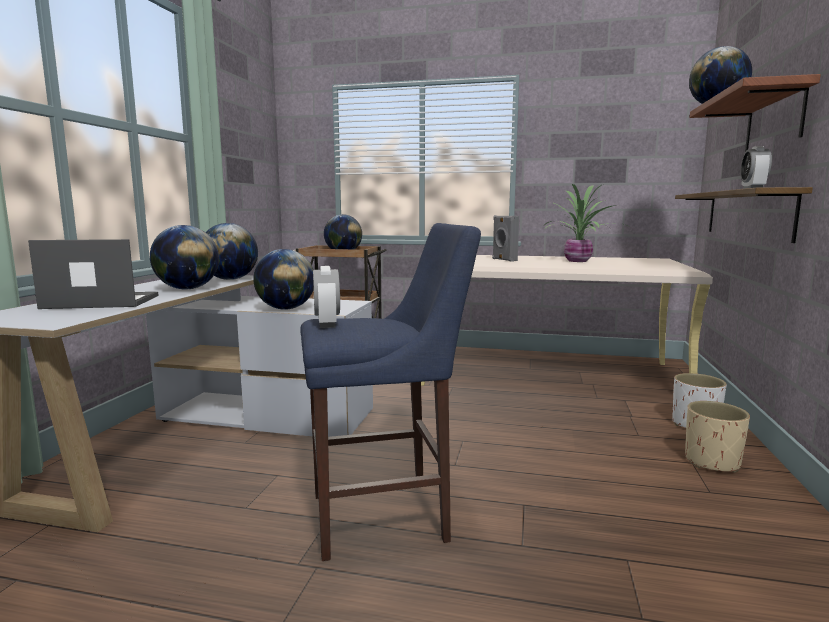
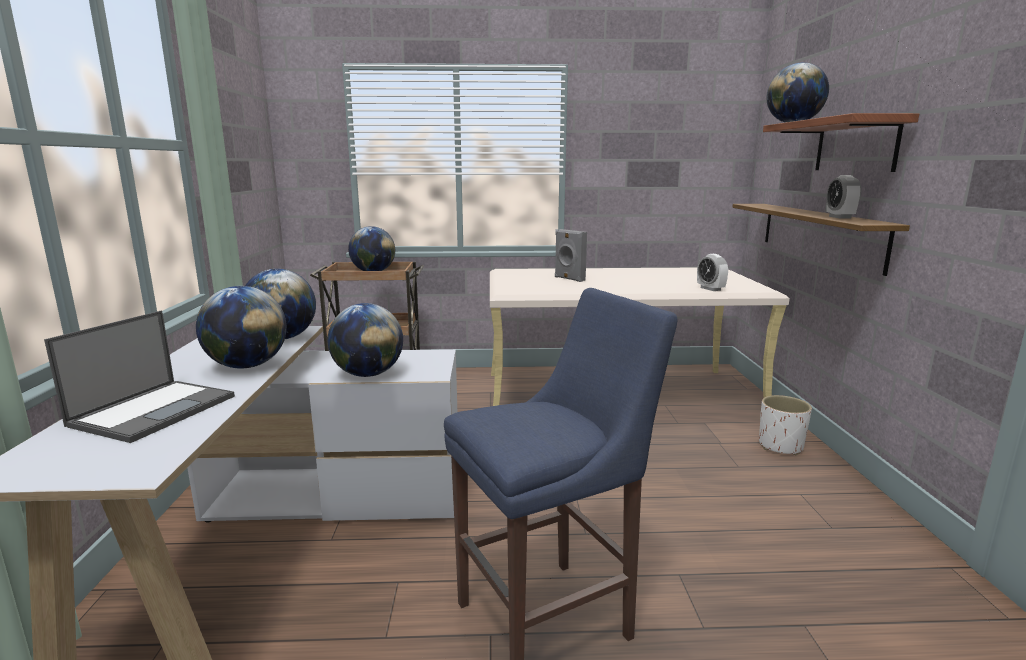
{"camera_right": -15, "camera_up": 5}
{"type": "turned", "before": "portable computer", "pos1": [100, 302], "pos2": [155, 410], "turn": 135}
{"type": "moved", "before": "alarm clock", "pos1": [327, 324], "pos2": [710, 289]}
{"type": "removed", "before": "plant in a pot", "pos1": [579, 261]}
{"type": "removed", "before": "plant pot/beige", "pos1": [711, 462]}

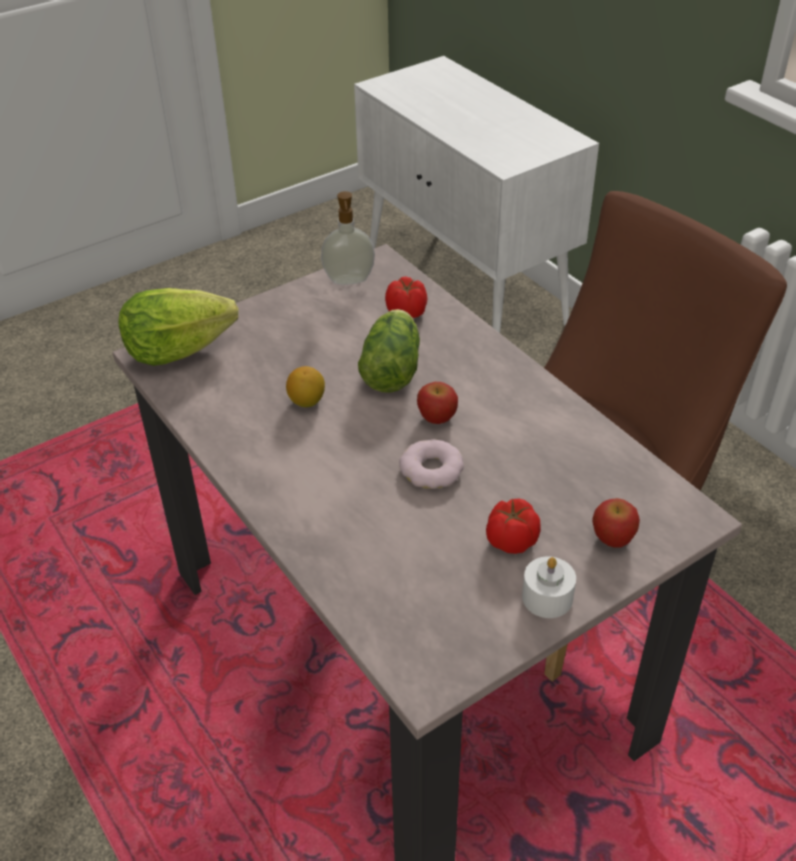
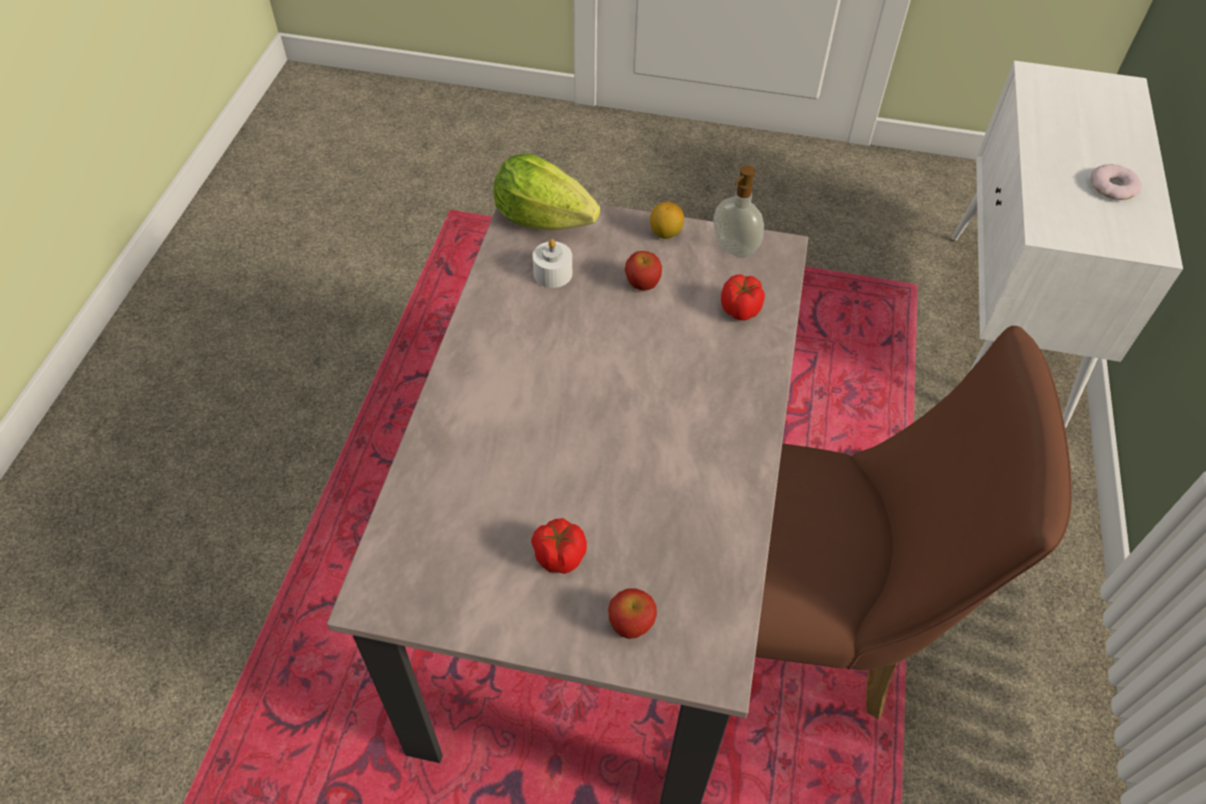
{"camera_right": 45, "camera_up": 10}
{"type": "moved", "before": "candle/white-coloured", "pos1": [547, 597], "pos2": [553, 273]}
{"type": "moved", "before": "whole apple", "pos1": [437, 418], "pos2": [642, 283]}
{"type": "moved", "before": "lemon", "pos1": [307, 401], "pos2": [665, 233]}
{"type": "moved", "before": "ring doughnut", "pos1": [432, 470], "pos2": [1113, 187]}
{"type": "removed", "before": "lettuce", "pos1": [392, 367]}

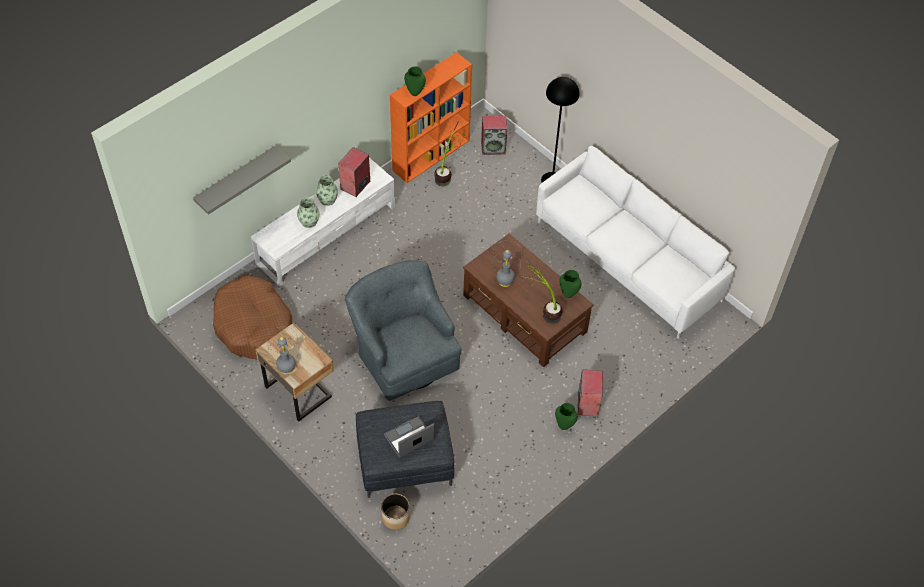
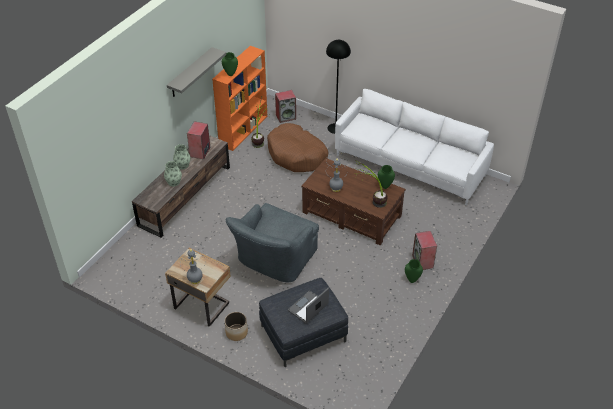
{"camera_right": -15, "camera_up": -10}
{"type": "recoloured", "before": "media console/white-coloured", "after": "media console/brown", "pos1": [327, 234], "pos2": [185, 195]}
{"type": "moved", "before": "shelf/grey", "pos1": [236, 179], "pos2": [190, 73]}
{"type": "moved", "before": "plant pot", "pos1": [395, 517], "pos2": [236, 332]}
{"type": "turned", "before": "lounge chair/grey", "pos1": [404, 353], "pos2": [273, 260], "turn": -105}
{"type": "moved", "before": "dog cushion/brown", "pos1": [254, 325], "pos2": [297, 155]}

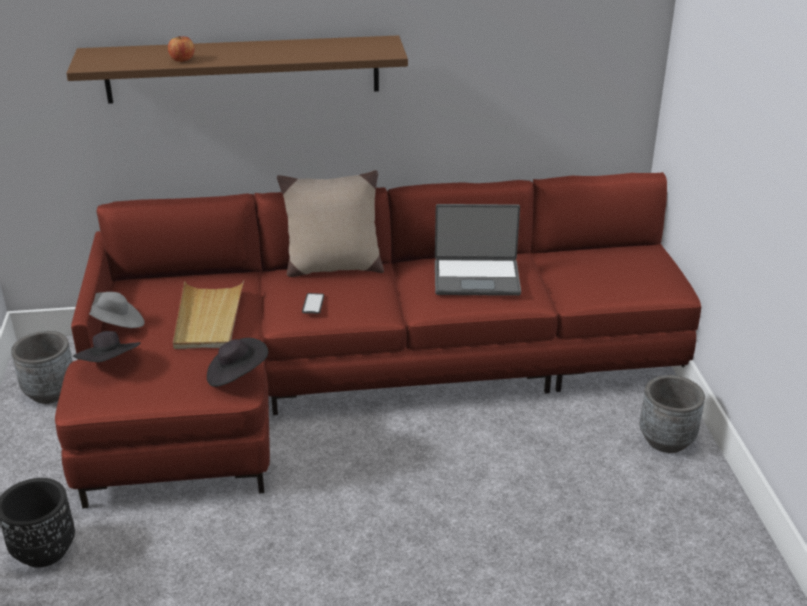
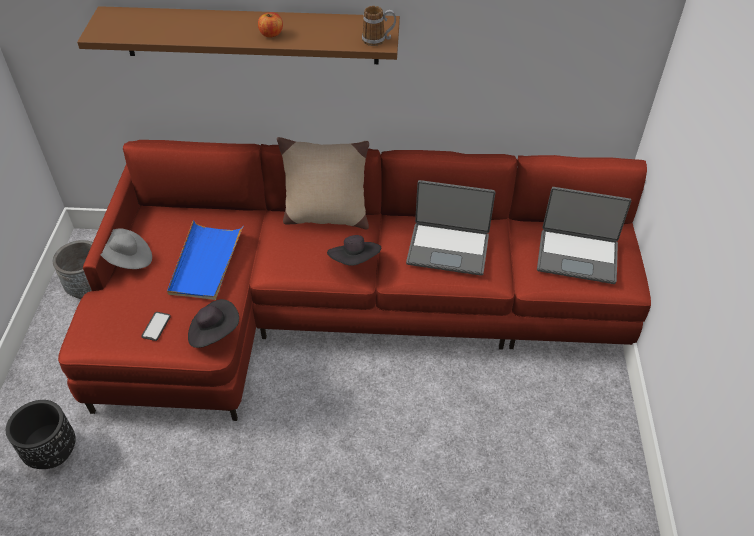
{"camera_right": 10, "camera_up": 15}
{"type": "moved", "before": "telephone", "pos1": [313, 304], "pos2": [156, 326]}
{"type": "recoloured", "before": "serving tray/beige", "after": "serving tray/blue-coloured", "pos1": [208, 318], "pos2": [206, 263]}
{"type": "moved", "before": "whole apple", "pos1": [182, 59], "pos2": [271, 34]}
{"type": "moved", "before": "wearable hat/black", "pos1": [110, 365], "pos2": [355, 261]}
{"type": "added", "after": "coffee mug", "pos2": [378, 40]}
{"type": "added", "after": "portable computer", "pos2": [577, 256]}
{"type": "removed", "before": "plant pot/grey", "pos1": [666, 440]}

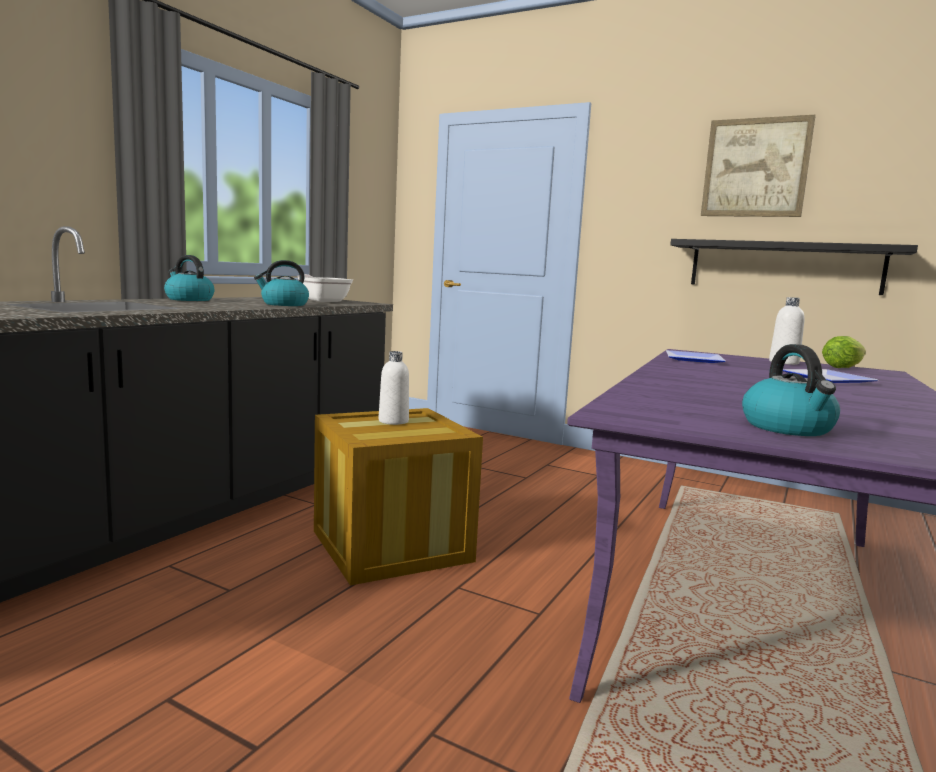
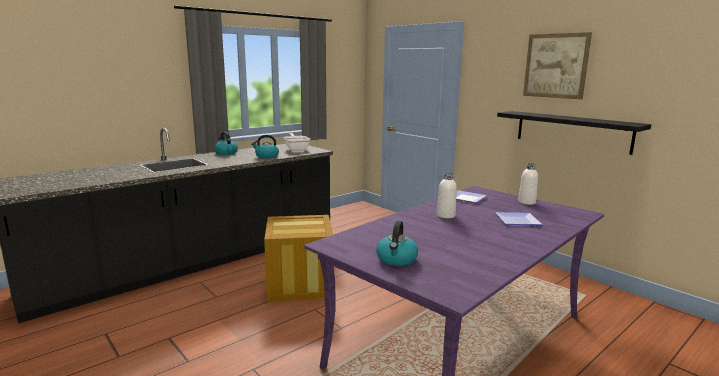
{"camera_right": 20, "camera_up": 5}
{"type": "moved", "before": "beverage bottle/white-coloured", "pos1": [393, 421], "pos2": [445, 215]}
{"type": "removed", "before": "lettuce", "pos1": [844, 367]}

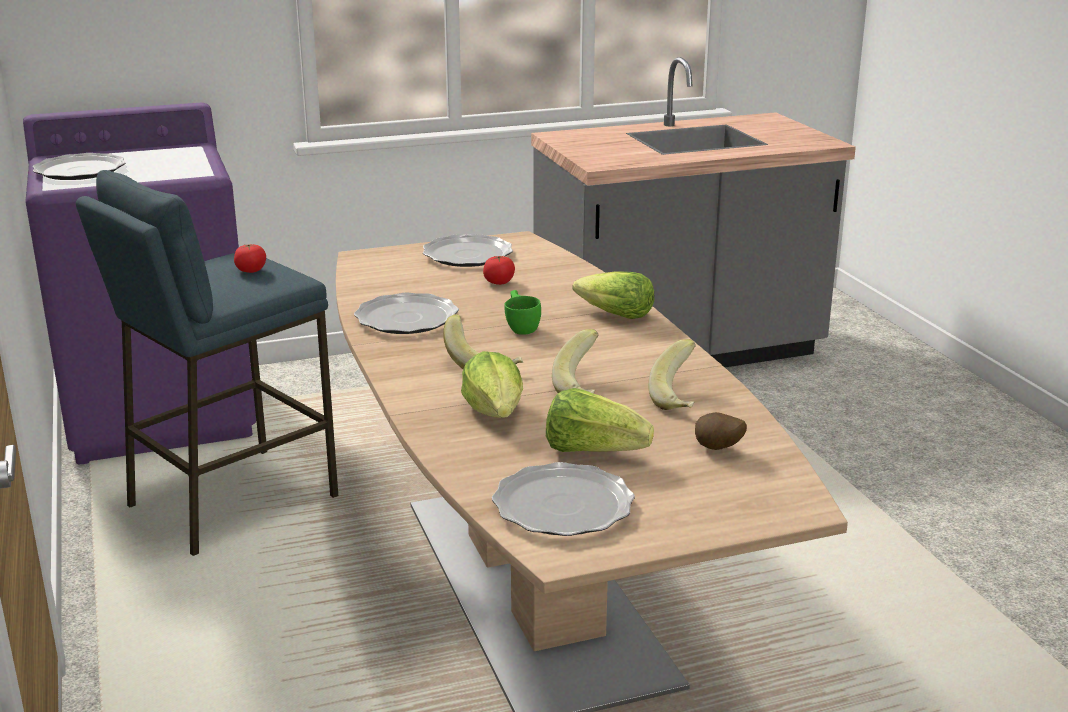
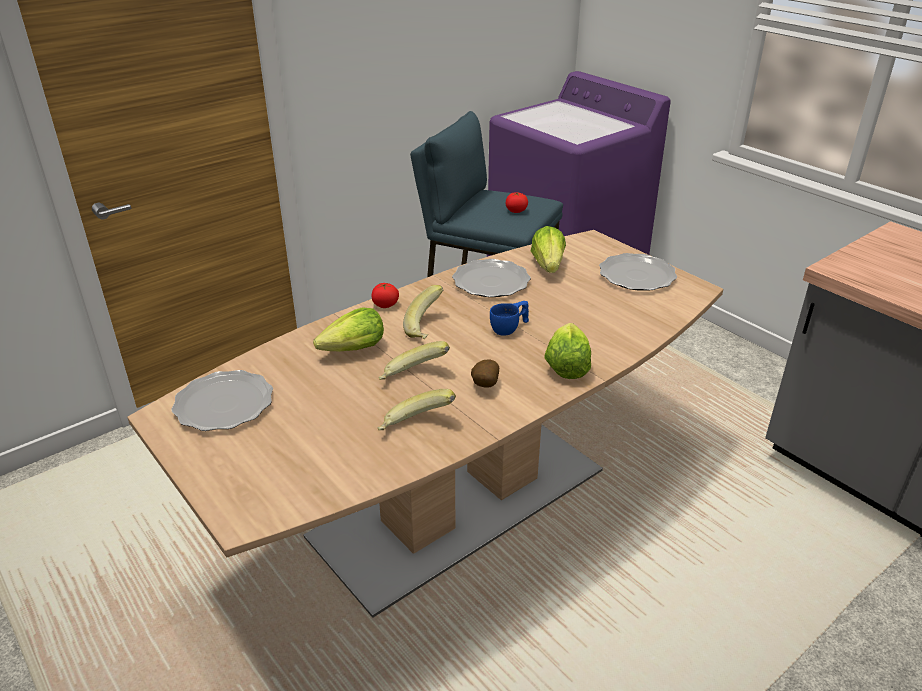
{"camera_right": 70, "camera_up": 10}
{"type": "moved", "before": "tomato", "pos1": [499, 282], "pos2": [385, 305]}
{"type": "moved", "before": "potato", "pos1": [717, 449], "pos2": [484, 386]}
{"type": "recoloured", "before": "small cup/green", "after": "small cup/blue-coloured", "pos1": [522, 326], "pos2": [510, 328]}
{"type": "moved", "before": "lettuce", "pos1": [592, 451], "pos2": [548, 265]}
{"type": "removed", "before": "dinner plate", "pos1": [79, 170]}

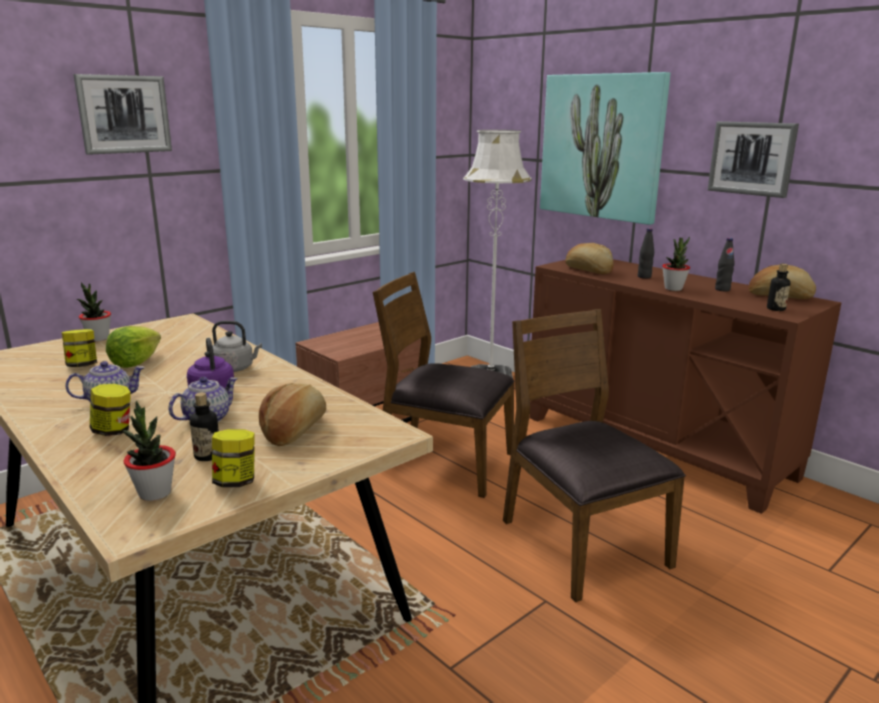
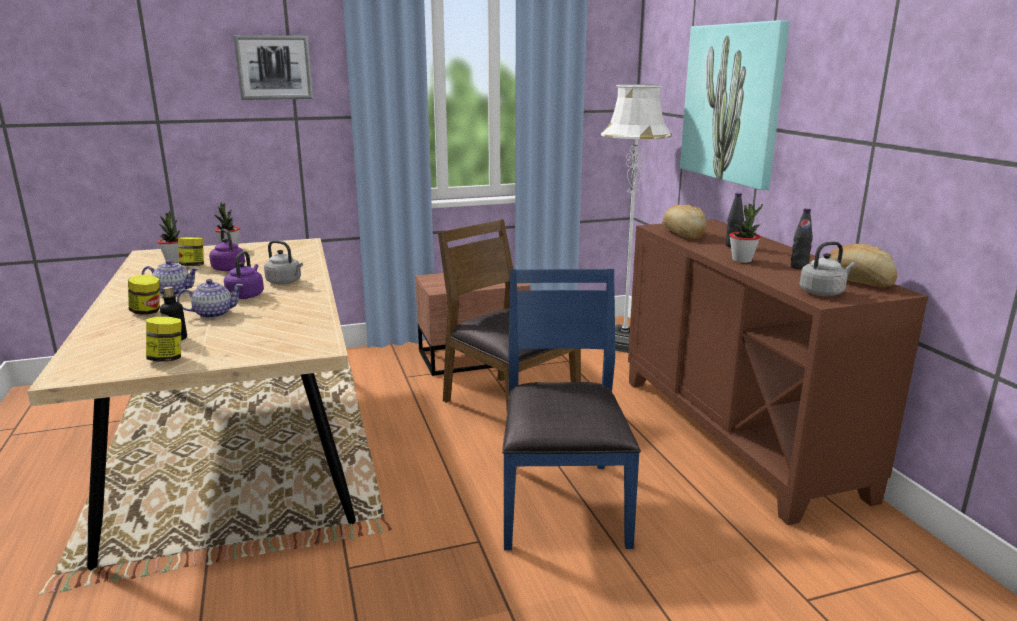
{"camera_right": 25, "camera_up": 0}
{"type": "moved", "before": "plant in a pot", "pos1": [154, 493], "pos2": [174, 261]}
{"type": "replaced", "before": "lettuce", "after": "kettle/purplish", "pos1": [135, 362], "pos2": [228, 268]}
{"type": "recoloured", "before": "plain chair/brown", "after": "plain chair/blue-coloured", "pos1": [580, 543], "pos2": [562, 502]}
{"type": "replaced", "before": "beverage bottle", "after": "kettle/grey", "pos1": [776, 309], "pos2": [823, 292]}
{"type": "removed", "before": "bread", "pos1": [294, 430]}
{"type": "removed", "before": "wall art", "pos1": [752, 158]}

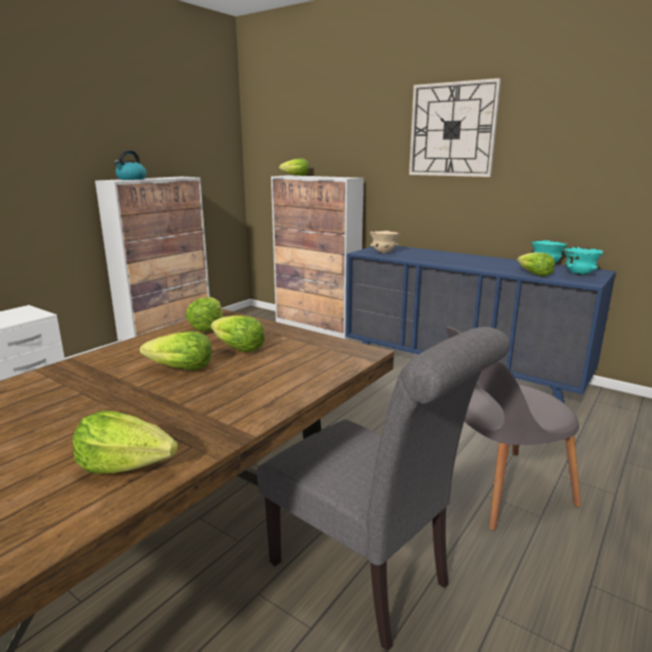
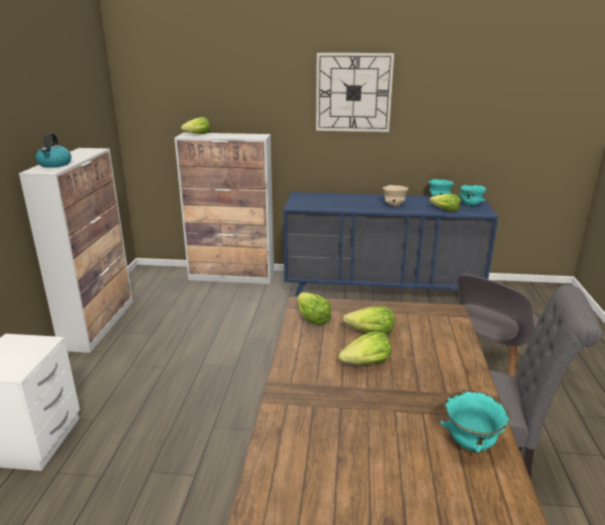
{"camera_right": -30, "camera_up": 5}
{"type": "moved", "before": "serving bowl/beige", "pos1": [383, 253], "pos2": [394, 205]}
{"type": "replaced", "before": "lettuce", "after": "serving bowl/turquoise-coloured", "pos1": [126, 465], "pos2": [470, 444]}

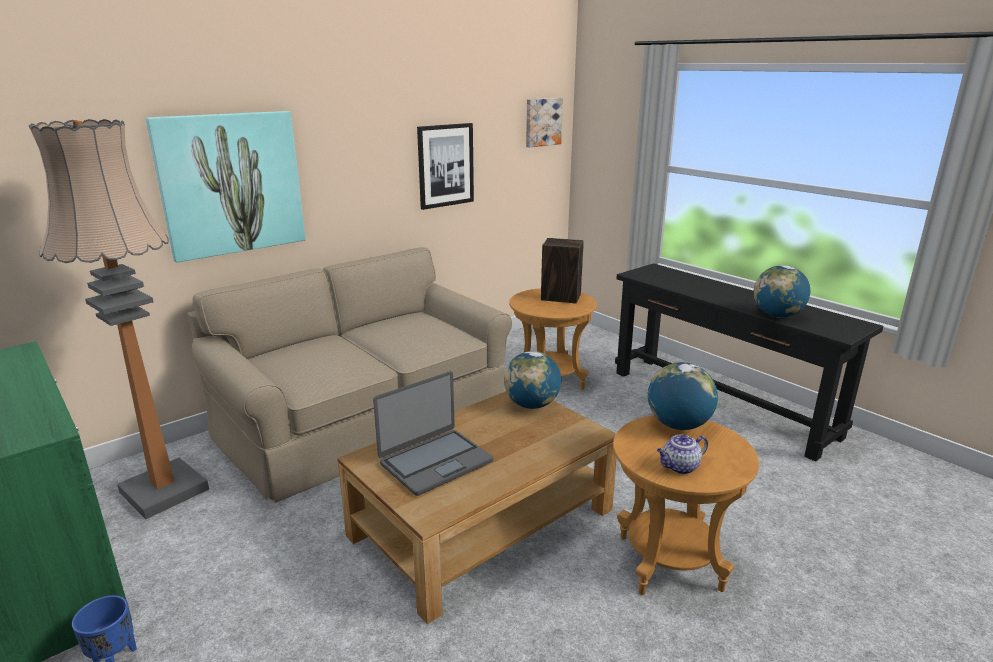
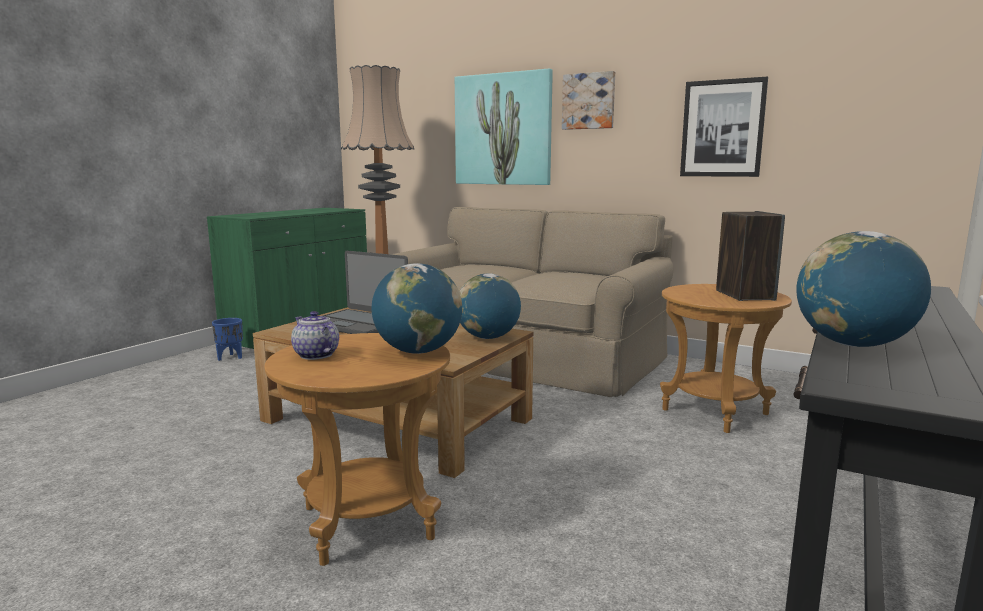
{"camera_right": 70, "camera_up": -10}
{"type": "moved", "before": "wall art", "pos1": [542, 122], "pos2": [589, 101]}

